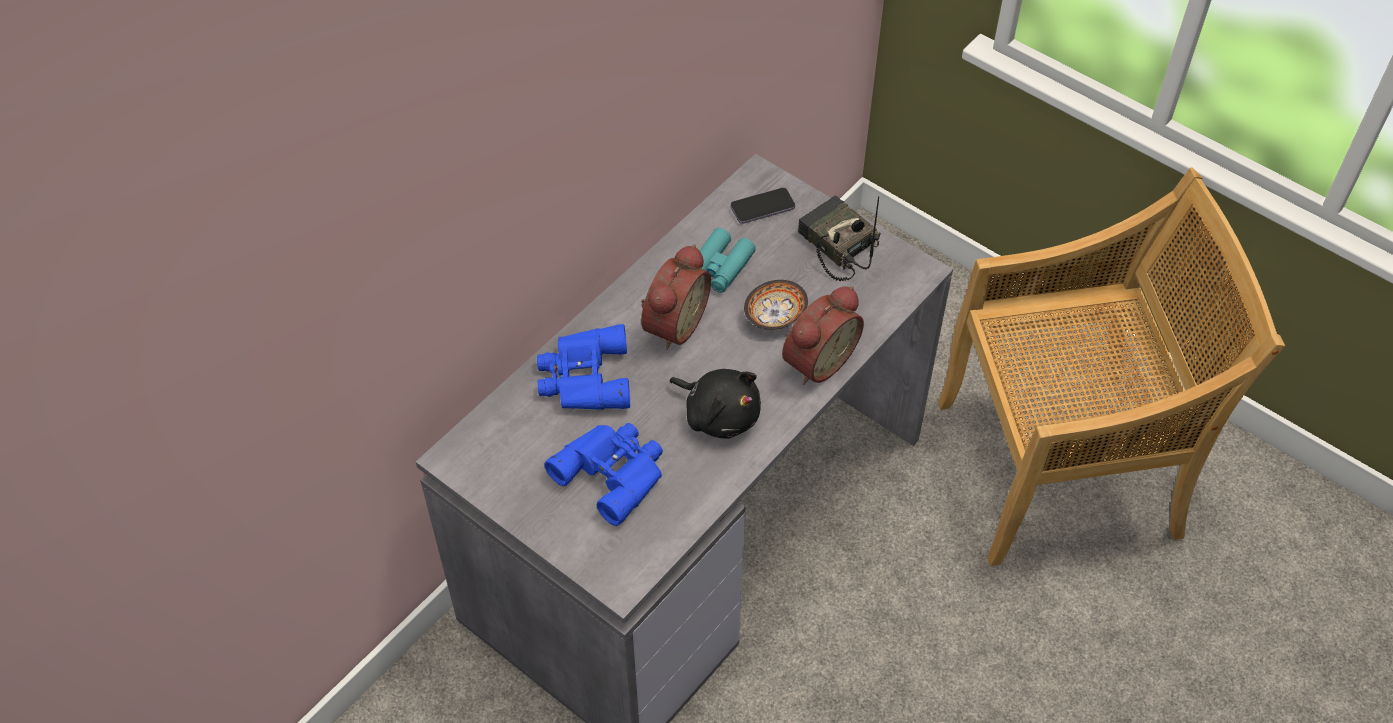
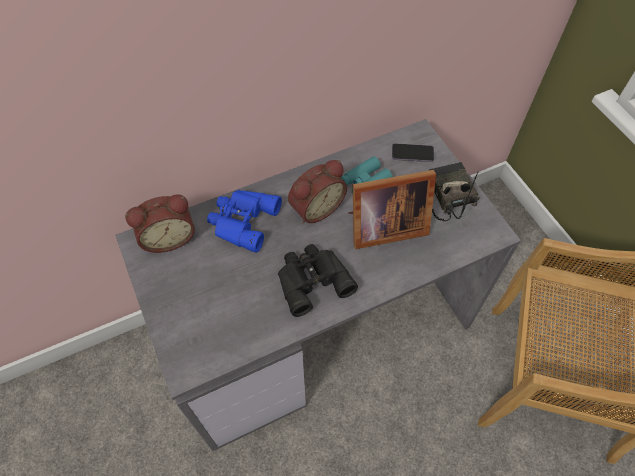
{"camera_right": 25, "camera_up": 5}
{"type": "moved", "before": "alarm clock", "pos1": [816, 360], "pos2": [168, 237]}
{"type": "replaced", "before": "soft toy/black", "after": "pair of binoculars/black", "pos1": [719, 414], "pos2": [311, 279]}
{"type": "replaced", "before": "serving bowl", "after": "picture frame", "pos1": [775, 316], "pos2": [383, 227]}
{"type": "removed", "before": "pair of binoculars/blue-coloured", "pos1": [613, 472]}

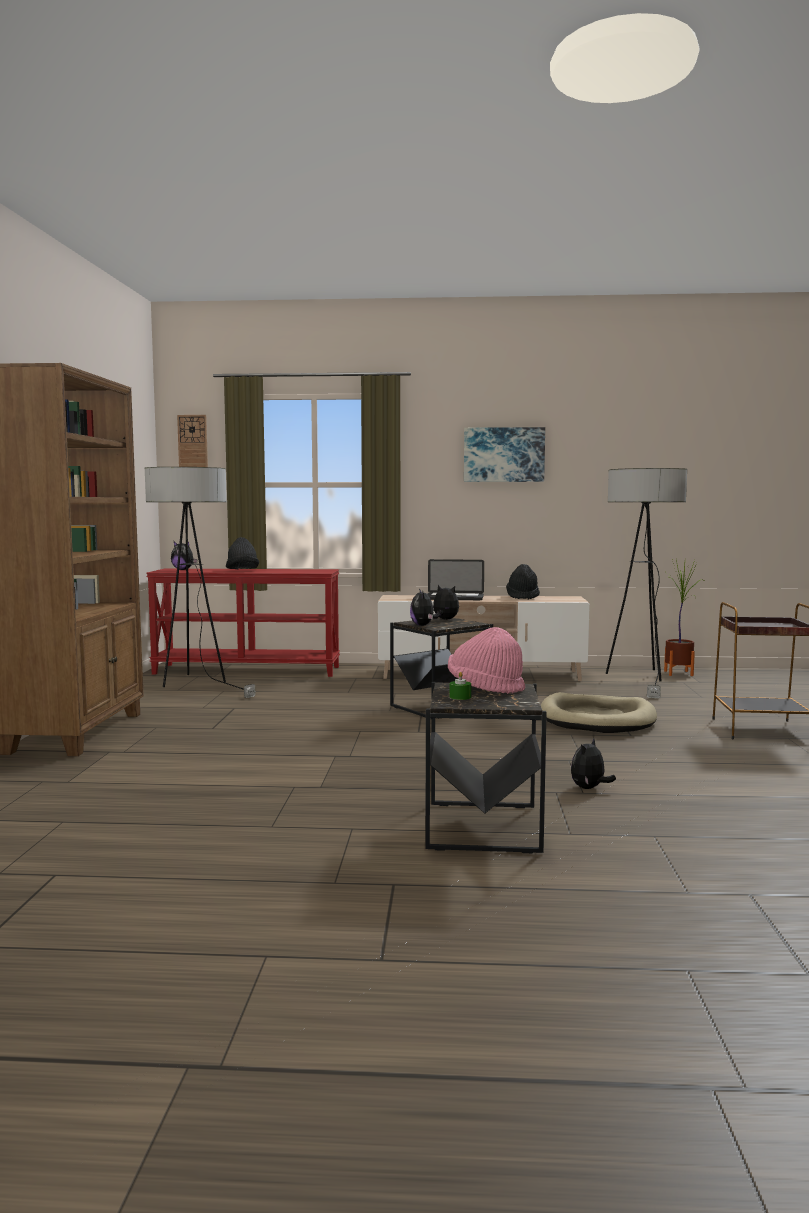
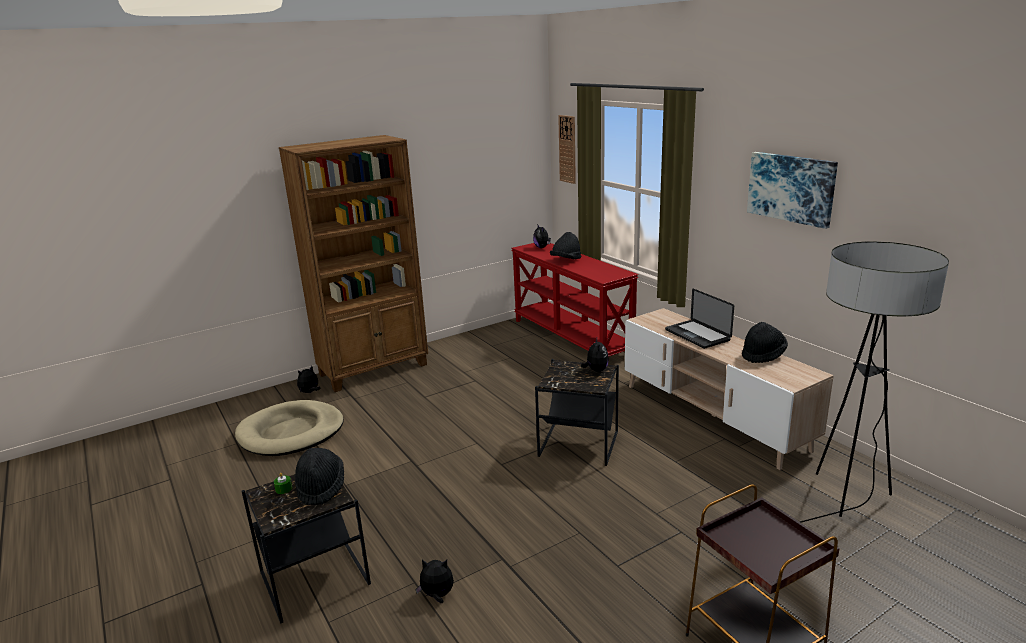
{"camera_right": 55, "camera_up": 15}
{"type": "moved", "before": "dog cushion/beige", "pos1": [597, 719], "pos2": [291, 432]}
{"type": "recoloured", "before": "wearable hat/pink", "after": "wearable hat/black", "pos1": [485, 688], "pos2": [321, 487]}
{"type": "moved", "before": "soft toy", "pos1": [423, 625], "pos2": [310, 392]}
{"type": "removed", "before": "floor lamp", "pos1": [195, 687]}
{"type": "removed", "before": "plant in a pot", "pos1": [678, 673]}

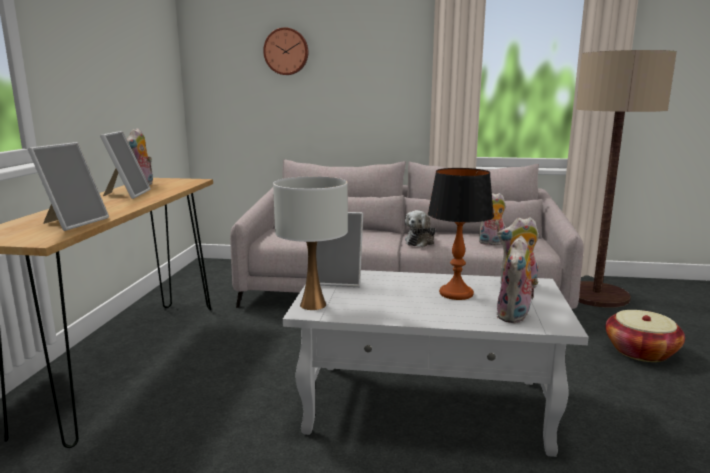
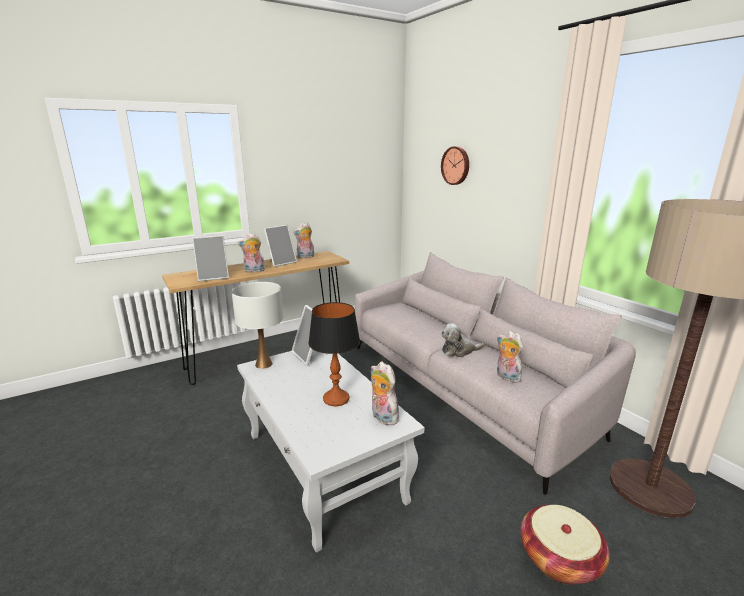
{"camera_right": 50, "camera_up": 5}
{"type": "moved", "before": "soft toy", "pos1": [515, 316], "pos2": [254, 271]}

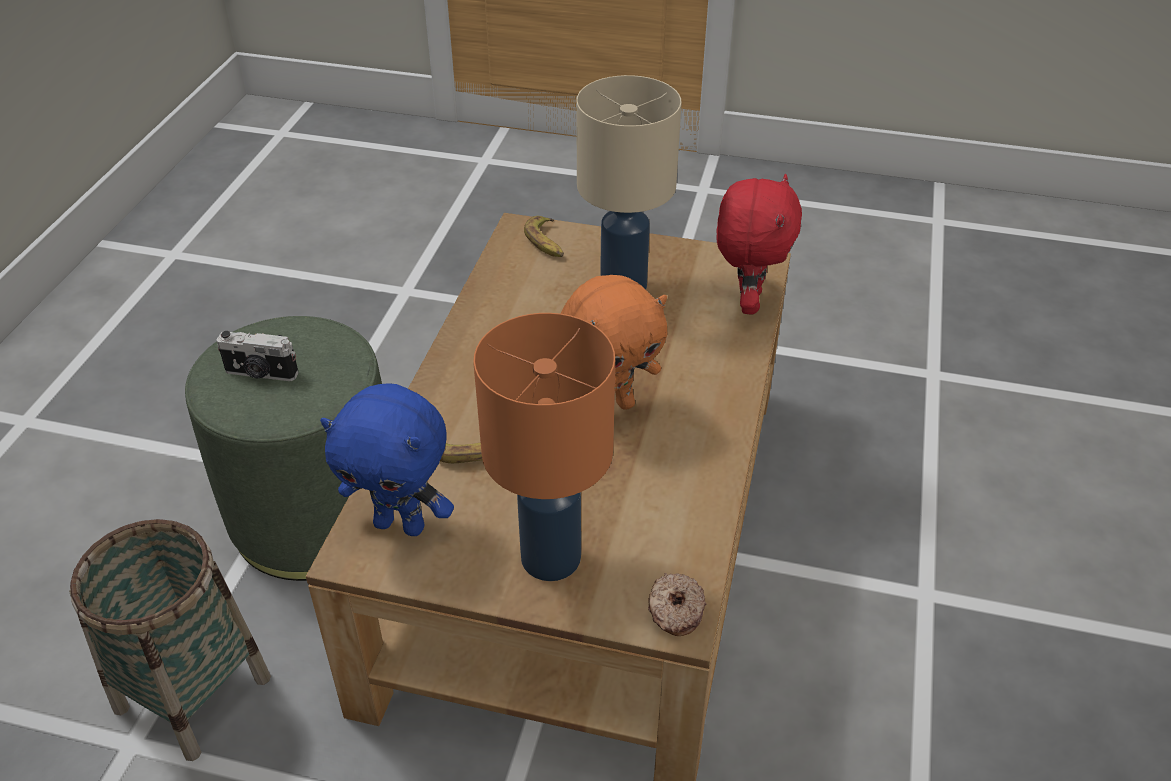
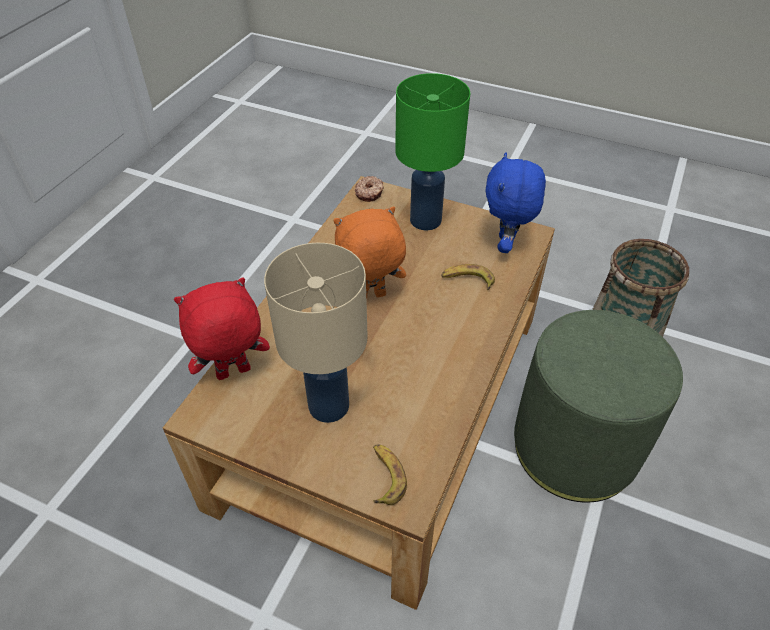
{"camera_right": -170, "camera_up": 5}
{"type": "turned", "before": "soft toy/reddish", "pos1": [747, 302], "pos2": [233, 374], "turn": 45}
{"type": "recoloured", "before": "table lamp/orangey", "after": "table lamp/green", "pos1": [550, 556], "pos2": [425, 221]}
{"type": "turned", "before": "soft toy/blue-coloured", "pos1": [401, 524], "pos2": [506, 245], "turn": -105}
{"type": "removed", "before": "photo camera", "pos1": [261, 374]}

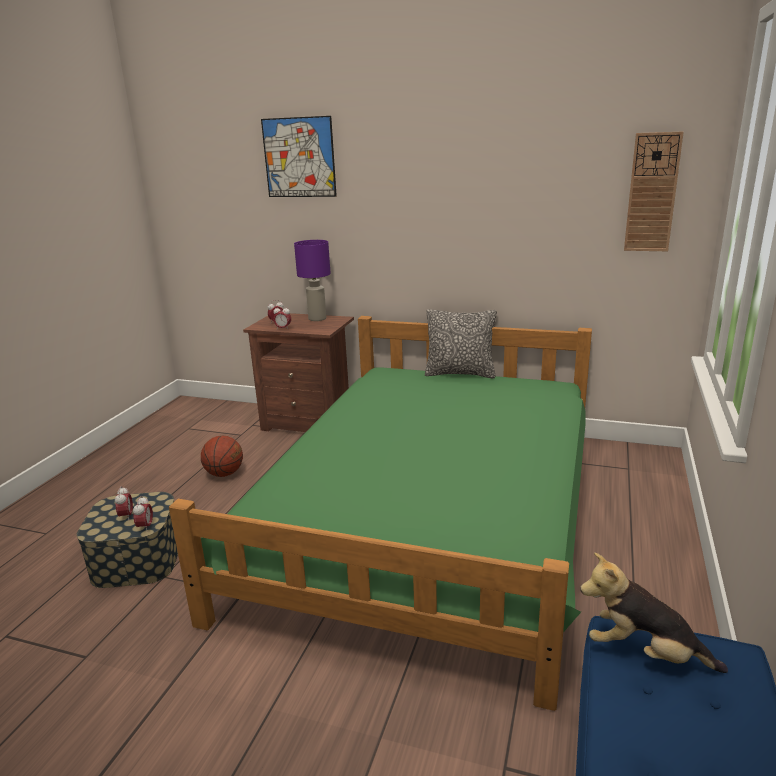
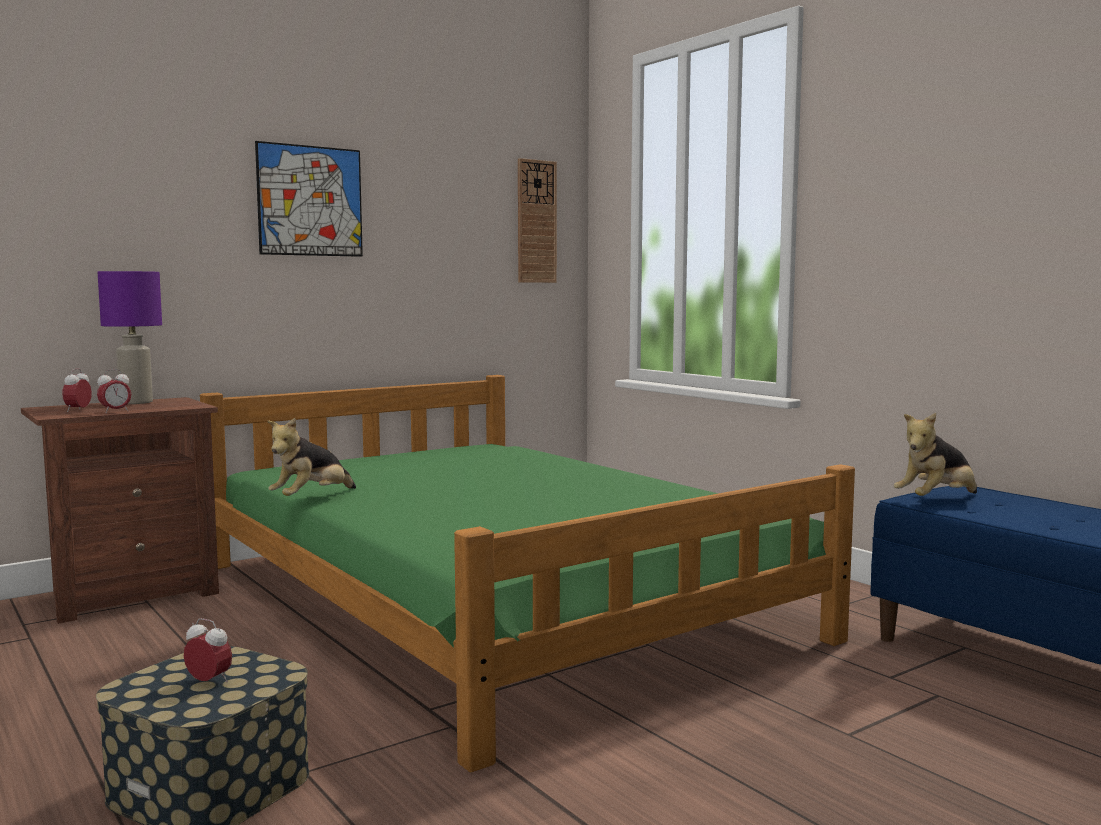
{"camera_right": -55, "camera_up": -15}
{"type": "moved", "before": "wall art", "pos1": [299, 157], "pos2": [310, 201]}
{"type": "added", "after": "soft toy", "pos2": [311, 498]}
{"type": "removed", "before": "alarm clock", "pos1": [145, 527]}
{"type": "removed", "before": "ball for basketball", "pos1": [224, 474]}
{"type": "removed", "before": "cushion", "pos1": [460, 373]}

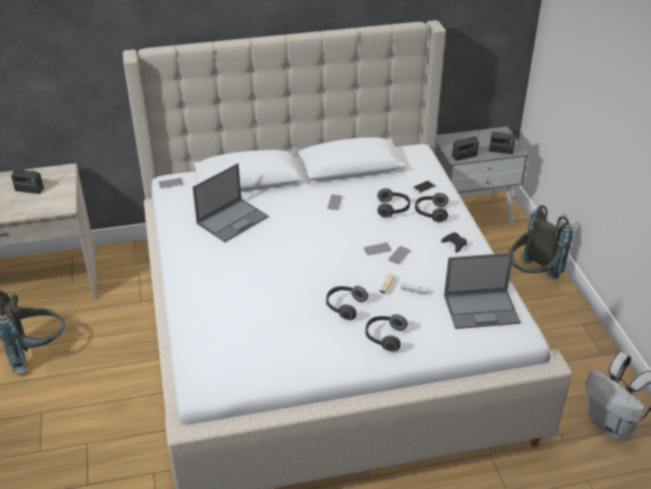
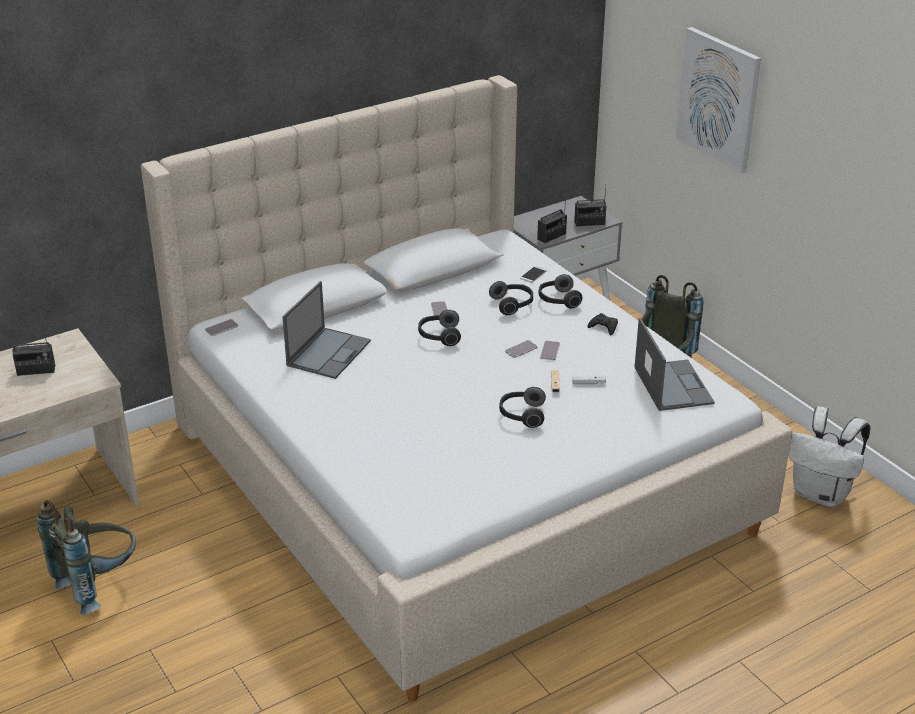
{"camera_right": -20, "camera_up": -5}
{"type": "moved", "before": "headphones", "pos1": [384, 337], "pos2": [439, 336]}
{"type": "turned", "before": "portable computer", "pos1": [482, 309], "pos2": [672, 385], "turn": -75}
{"type": "added", "after": "wall art", "pos2": [719, 99]}

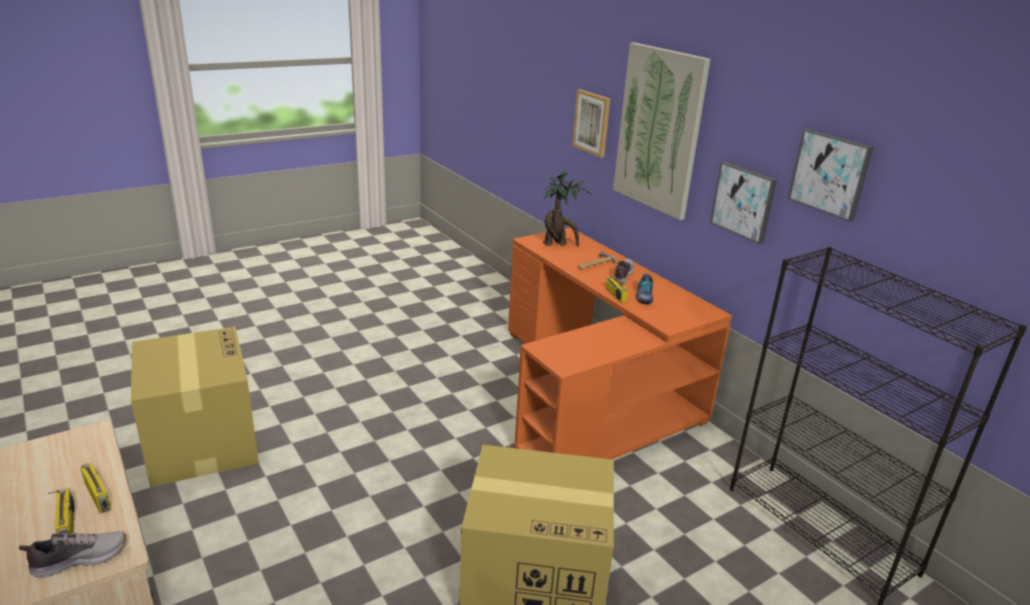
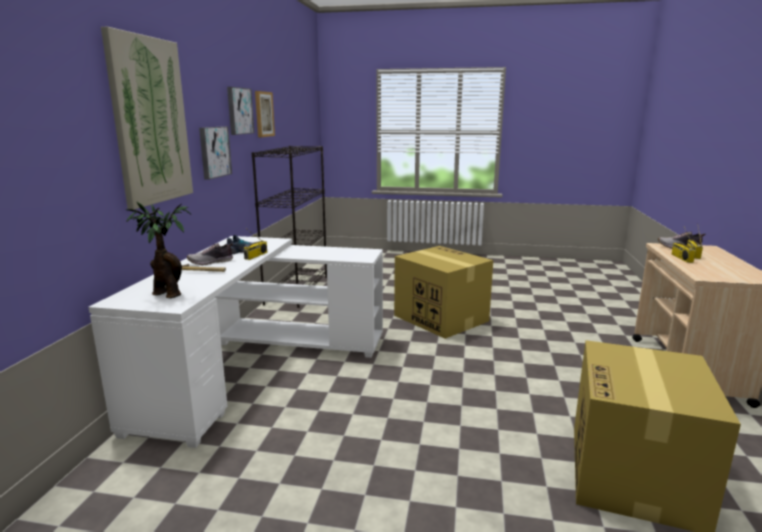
{"camera_right": -135, "camera_up": -10}
{"type": "recoloured", "before": "desk unit/orangey", "after": "desk unit/white-coloured", "pos1": [595, 394], "pos2": [255, 365]}
{"type": "moved", "before": "wall art", "pos1": [592, 123], "pos2": [263, 114]}

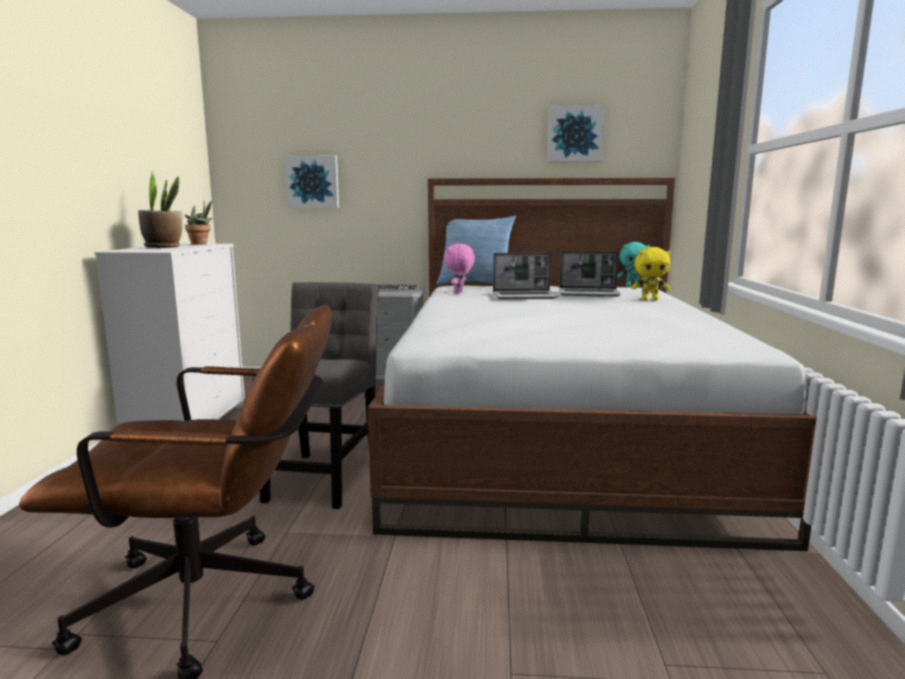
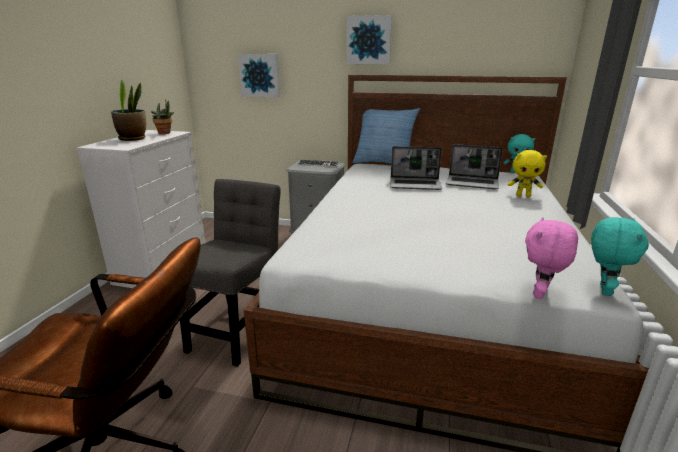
{"camera_right": 10, "camera_up": 10}
{"type": "moved", "before": "wall art", "pos1": [575, 134], "pos2": [369, 40]}
{"type": "moved", "before": "soft toy/pink", "pos1": [459, 292], "pos2": [540, 294]}
{"type": "added", "after": "soft toy/turquoise-coloured", "pos2": [603, 290]}

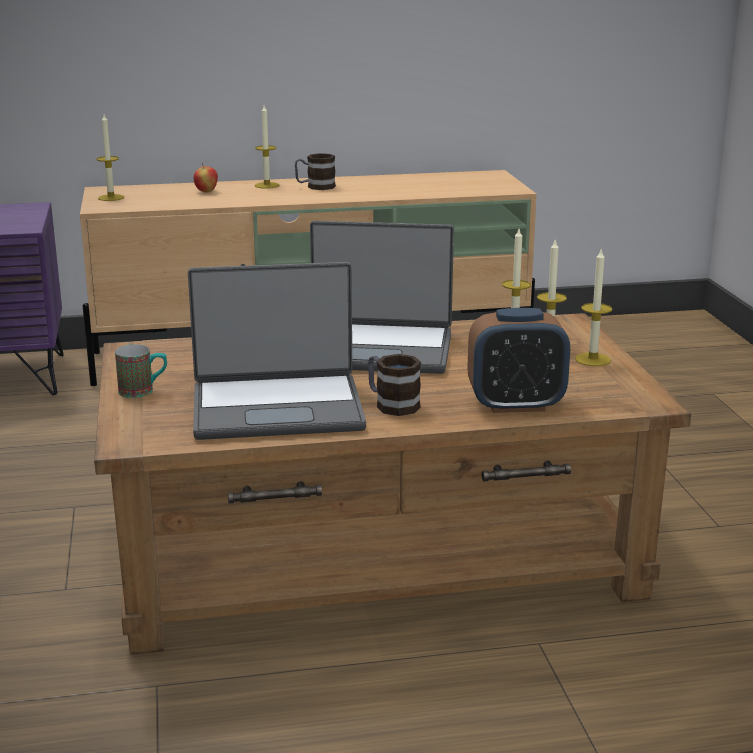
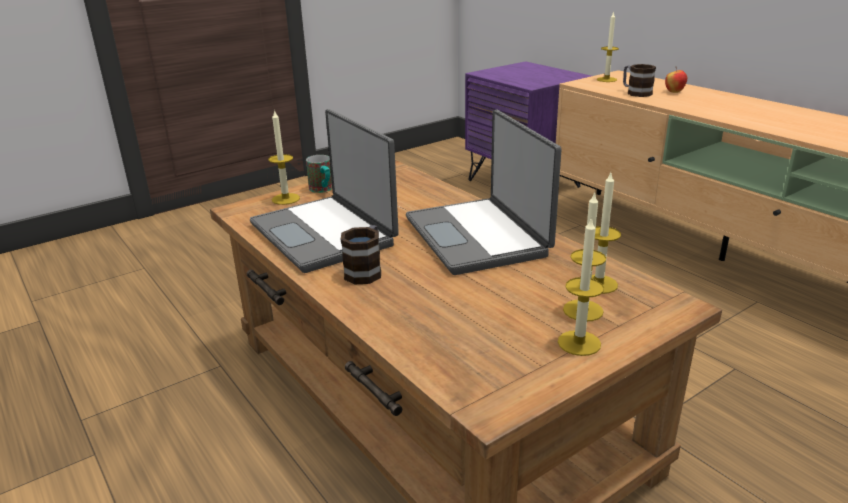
{"camera_right": 65, "camera_up": 5}
{"type": "moved", "before": "candle", "pos1": [267, 185], "pos2": [285, 199]}
{"type": "moved", "before": "coffee mug", "pos1": [315, 187], "pos2": [635, 92]}
{"type": "removed", "before": "alarm clock", "pos1": [516, 405]}

